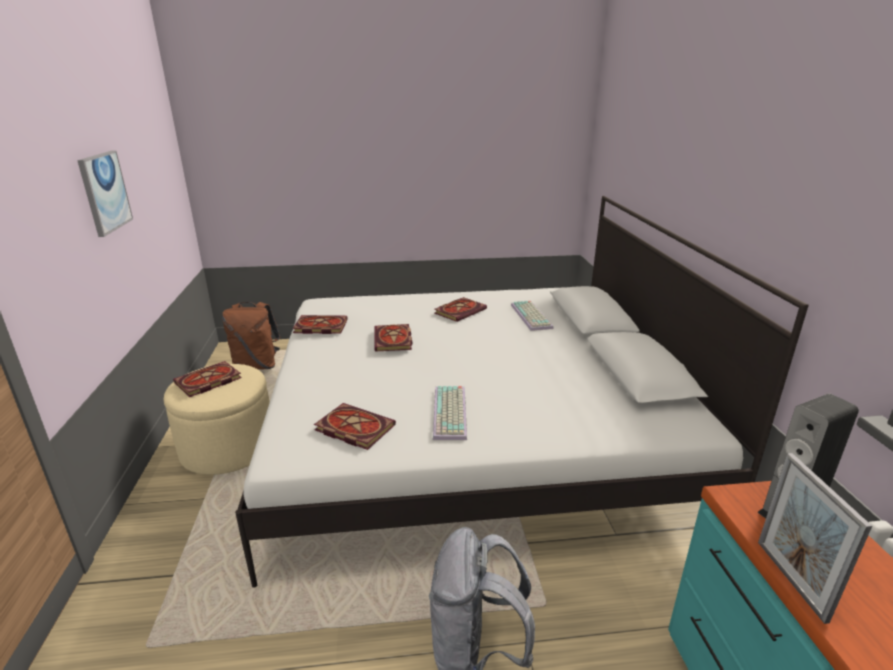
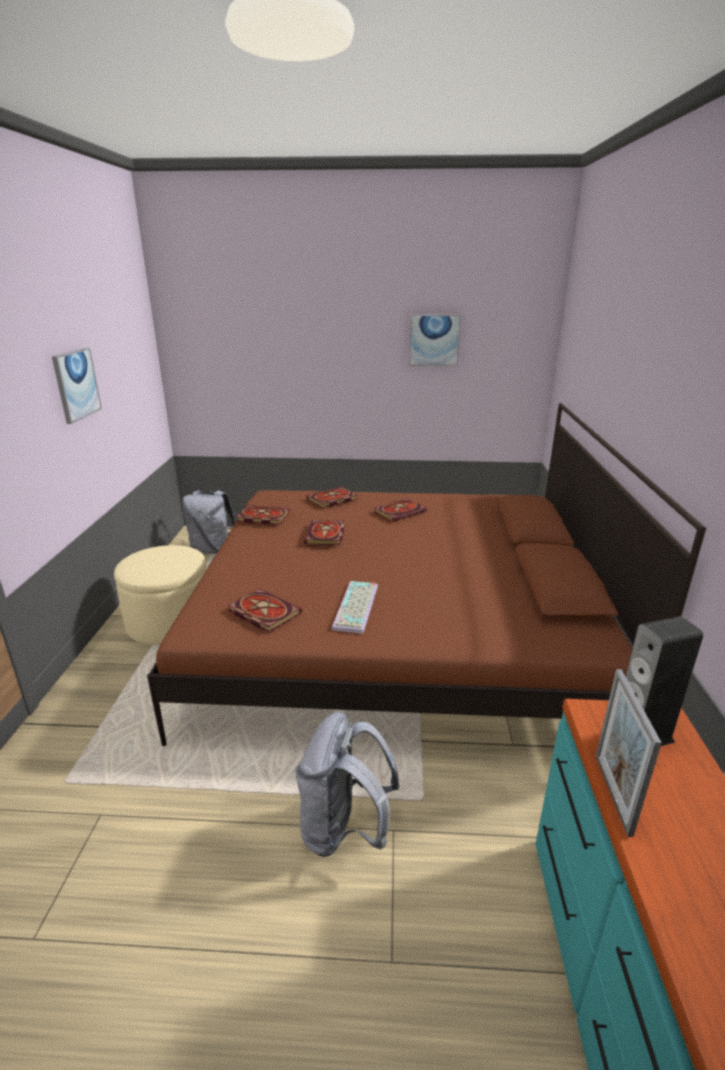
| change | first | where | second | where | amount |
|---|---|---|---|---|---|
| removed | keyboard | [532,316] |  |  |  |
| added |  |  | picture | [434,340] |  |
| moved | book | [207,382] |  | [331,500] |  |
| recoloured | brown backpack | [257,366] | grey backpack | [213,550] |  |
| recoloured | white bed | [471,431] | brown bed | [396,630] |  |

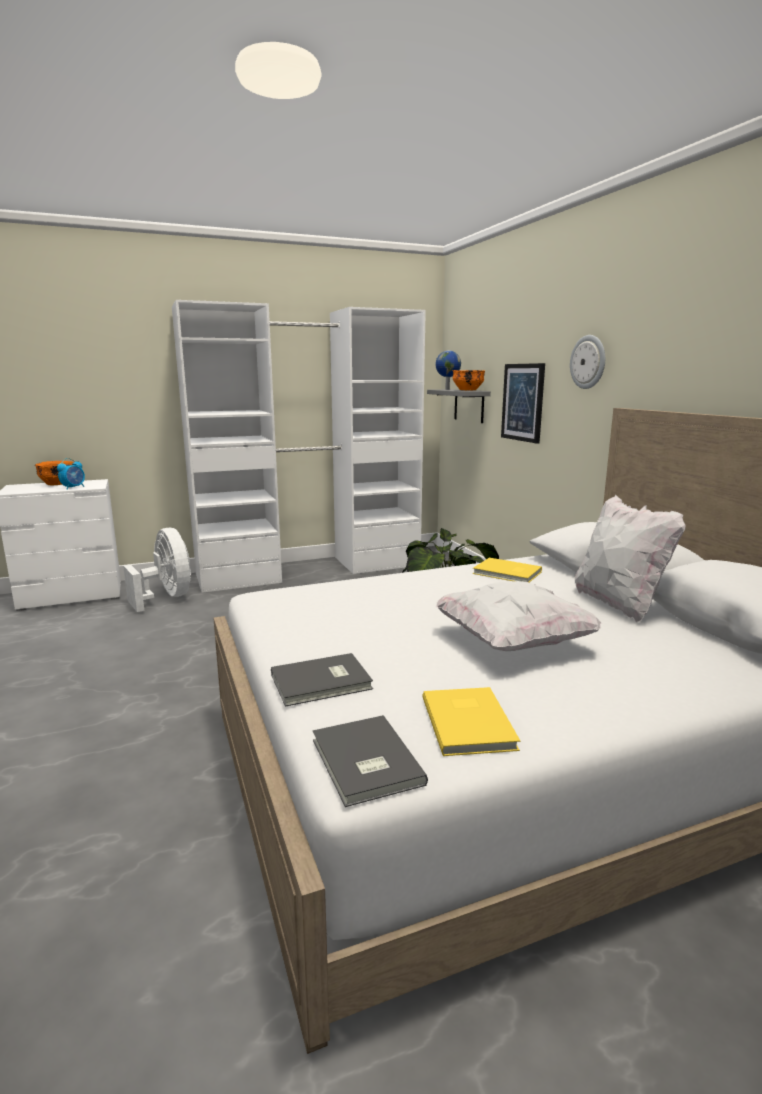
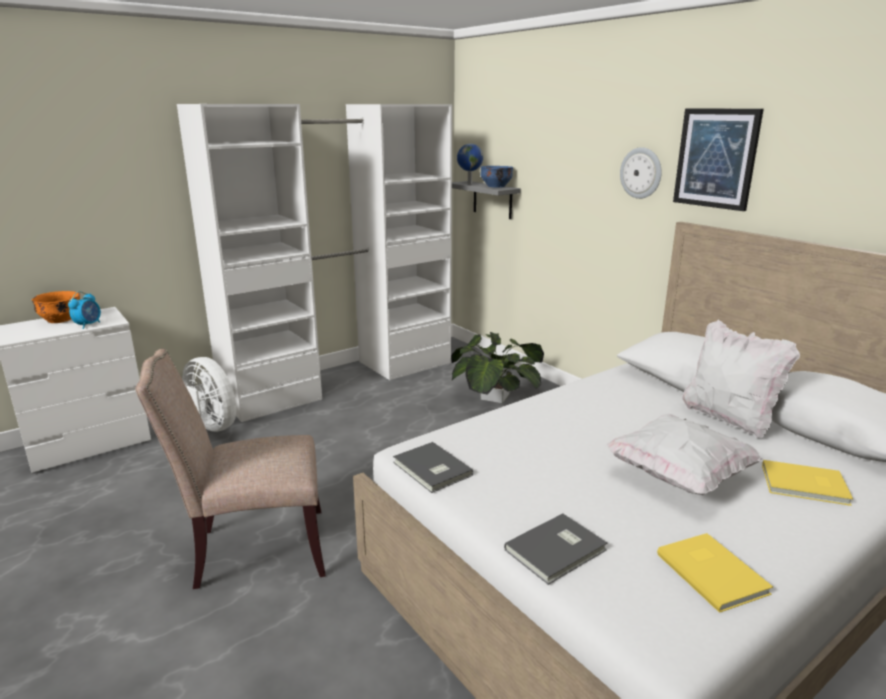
| change | first | where | second | where | amount |
|---|---|---|---|---|---|
| added |  |  | beige chair | [255,550] |  |
| moved | grey book | [364,763] |  | [431,470] |  |
| moved | yellow book | [507,573] |  | [806,486] |  |
| moved | picture | [523,402] |  | [716,158] |  |
| recoloured | orange bowl | [467,390] | blue bowl | [495,187] |  |

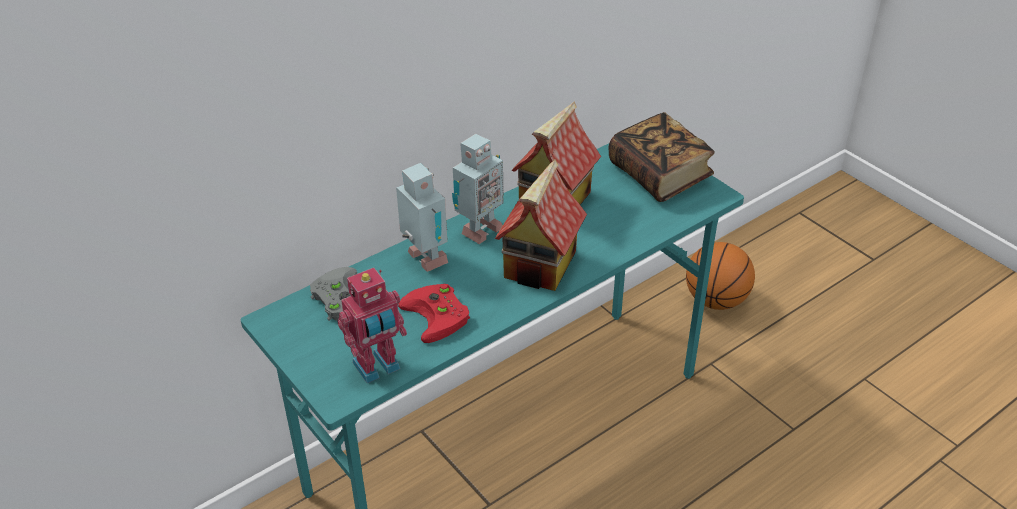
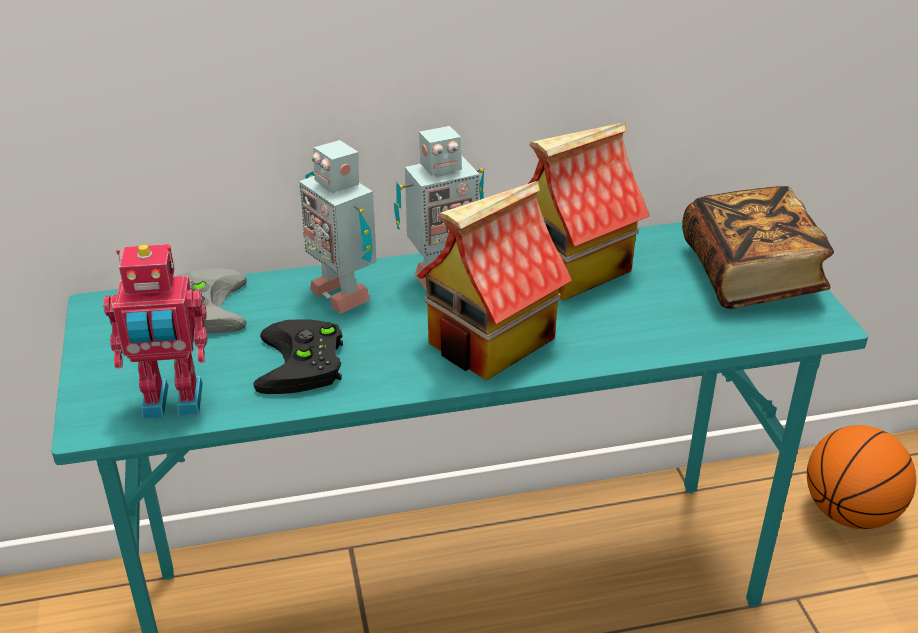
| change | first | where | second | where | amount |
|---|---|---|---|---|---|
| recoloured | red game controller | [439,316] | black game controller | [304,364] |  |
| turned | toy robot | [425,260] |  | [343,293] | 150 degrees clockwise |

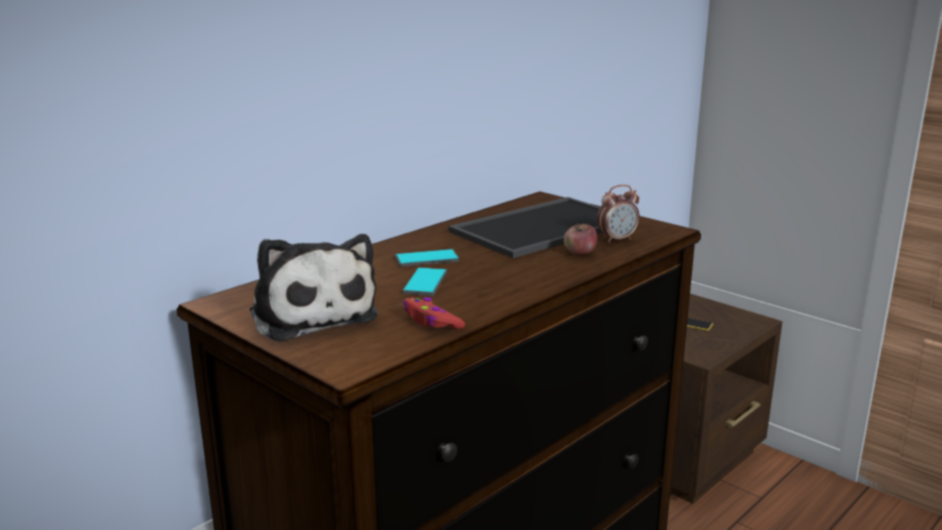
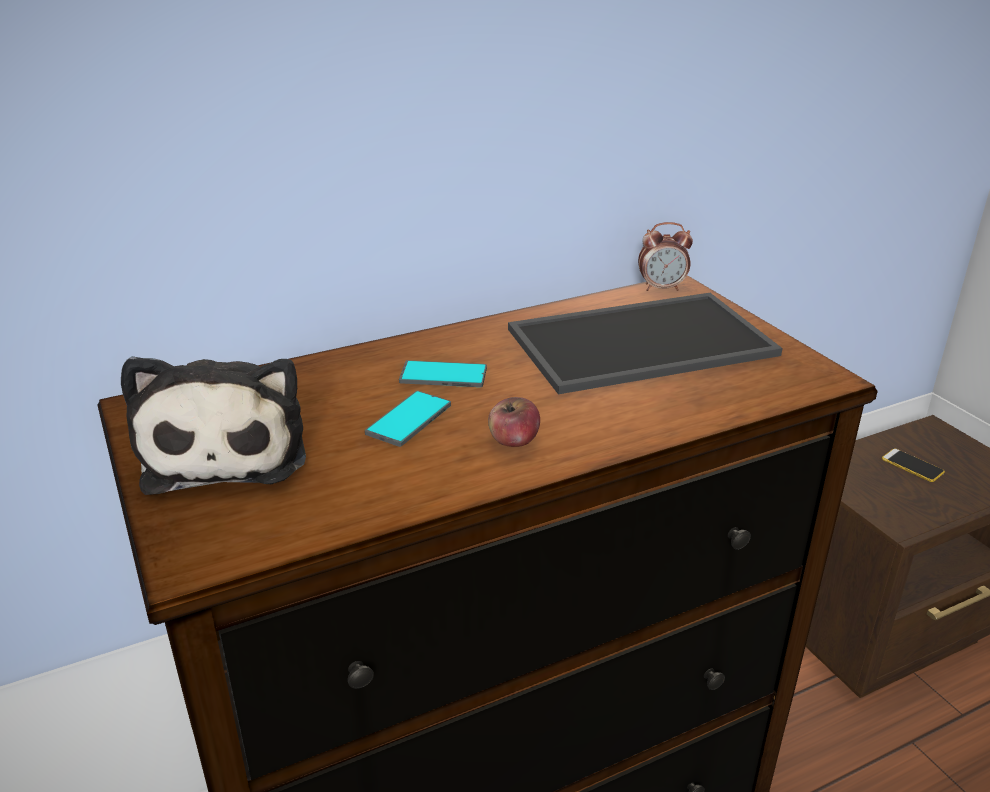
| change | first | where | second | where | amount |
|---|---|---|---|---|---|
| removed | red game controller | [431,322] |  |  |  |
| moved | apple | [579,253] |  | [513,441] |  |
| moved | alarm clock | [617,239] |  | [662,288] |  |

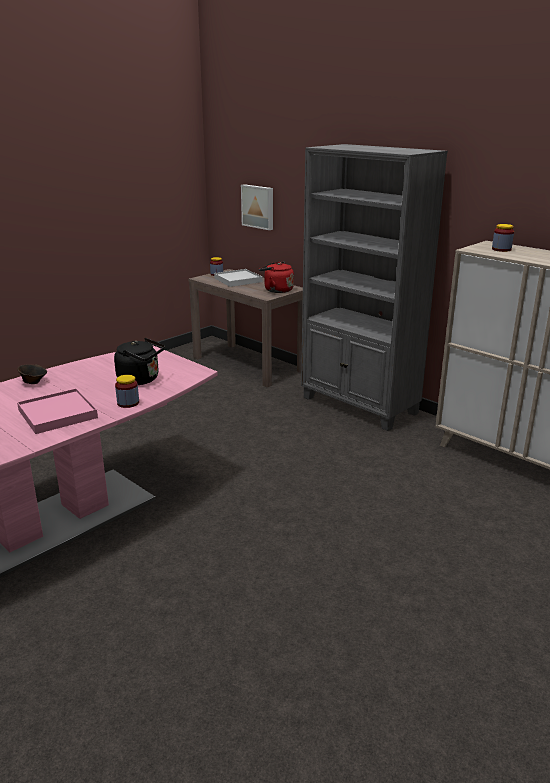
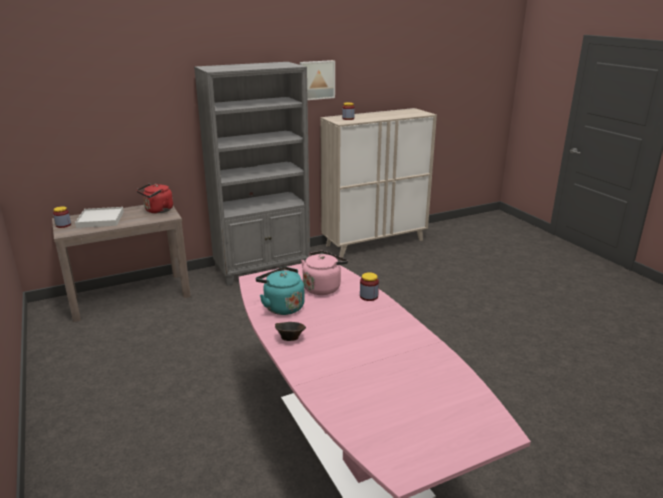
| change | first | where | second | where | amount |
|---|---|---|---|---|---|
| removed | pink tray | [57,414] |  |  |  |
| added |  |  | turquoise kettle | [282,306] |  |
| moved | picture | [258,206] |  | [316,80] |  |
| recoloured | black kettle | [141,380] | pink kettle | [323,287] |  |

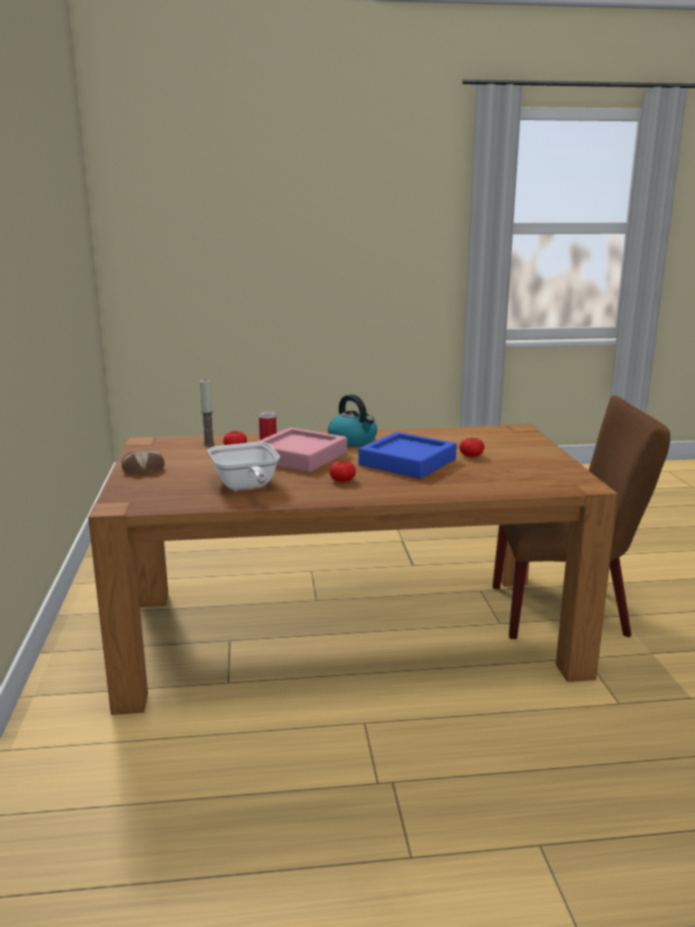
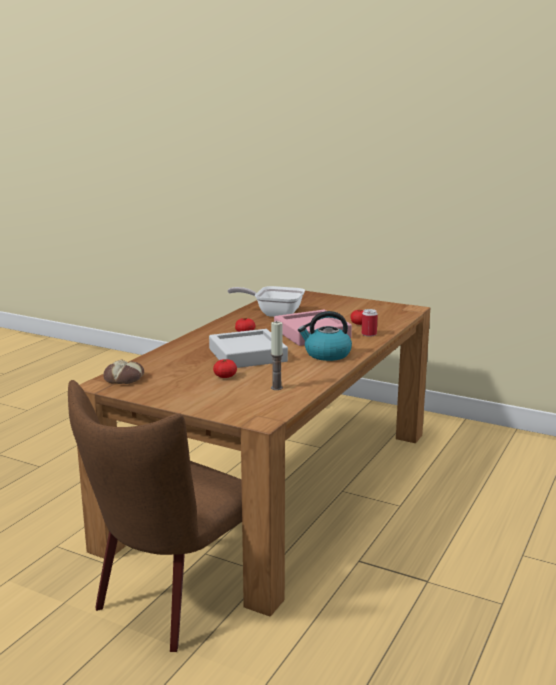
| change | first | where | second | where | amount |
|---|---|---|---|---|---|
| moved | bread | [143,468] |  | [125,378] |  |
| moved | candle | [209,444] |  | [276,388] |  |
| recoloured | blue tray | [407,462] | grey tray | [247,355] |  |

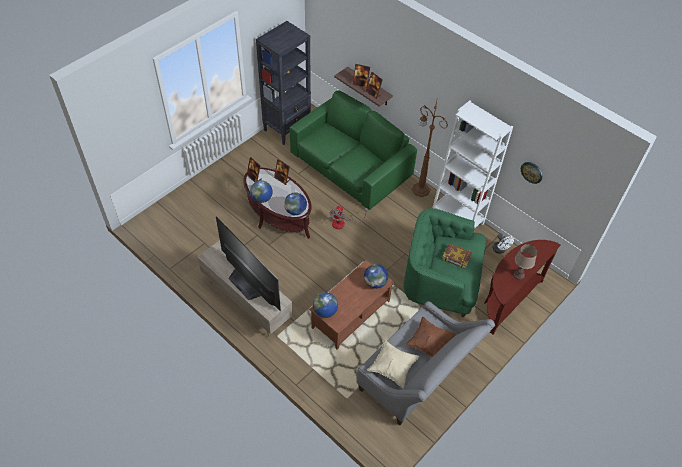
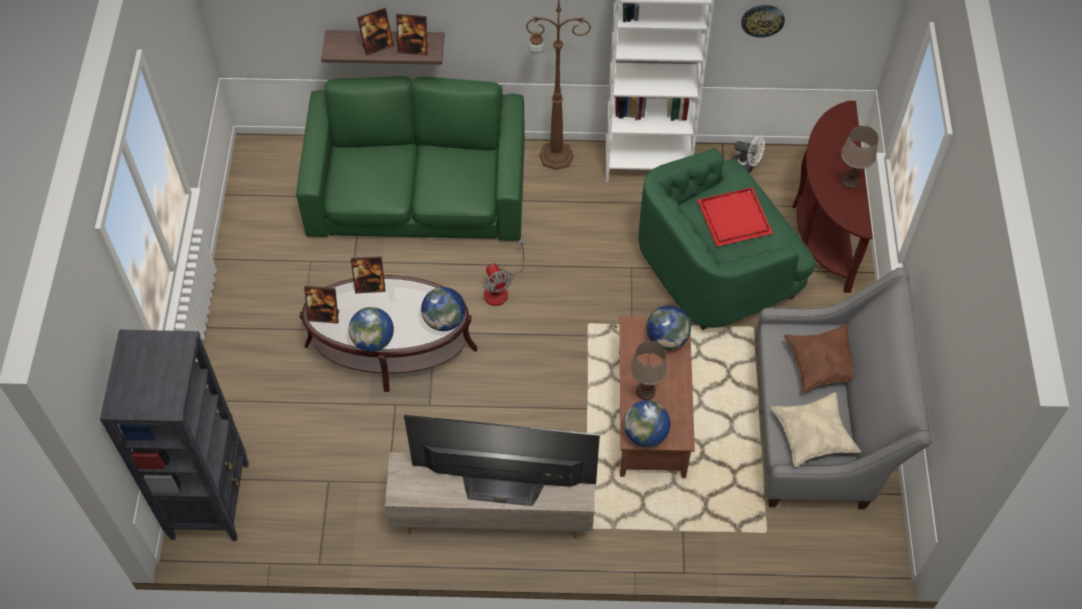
| change | first | where | second | where | amount |
|---|---|---|---|---|---|
| added |  |  | brown table lamp | [645,391] |  |
| moved | black bookcase | [287,128] |  | [210,500] |  |
| replaced | book | [457,256] | red tray | [735,217] |  |

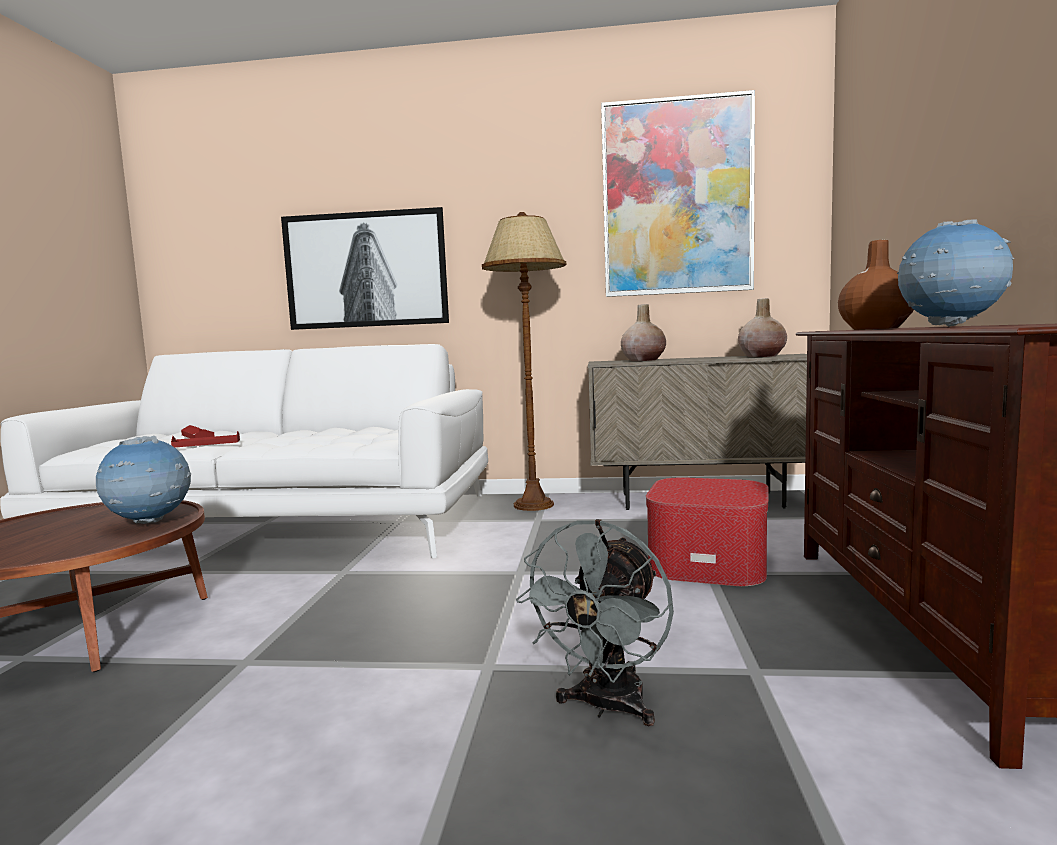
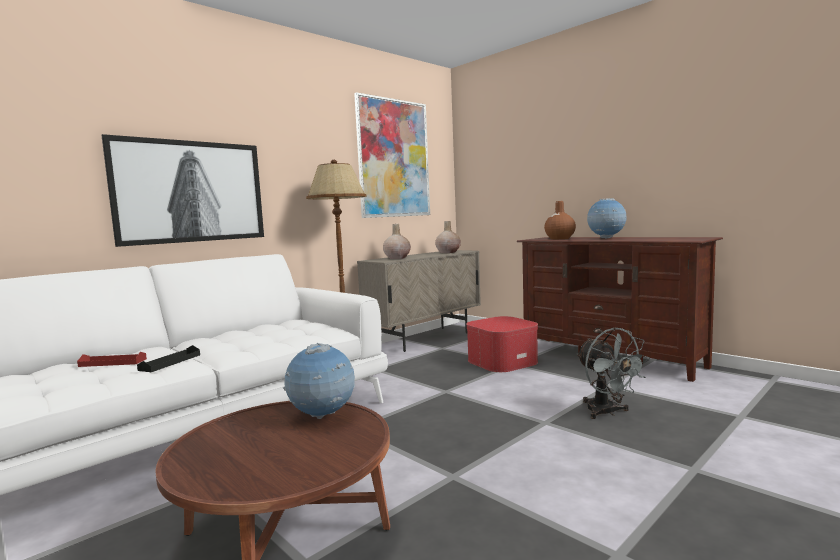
| change | first | where | second | where | amount |
|---|---|---|---|---|---|
| recoloured | red tray | [206,443] | black tray | [170,362] |  |

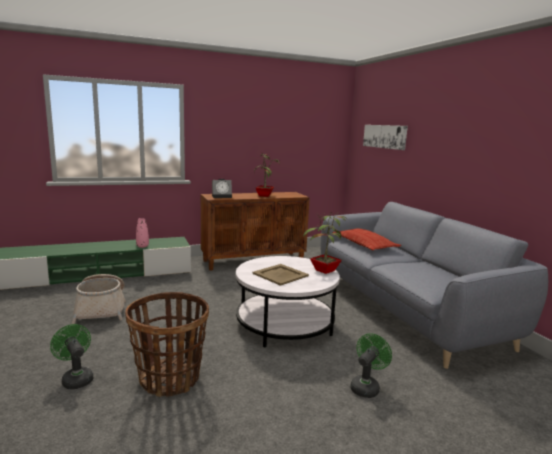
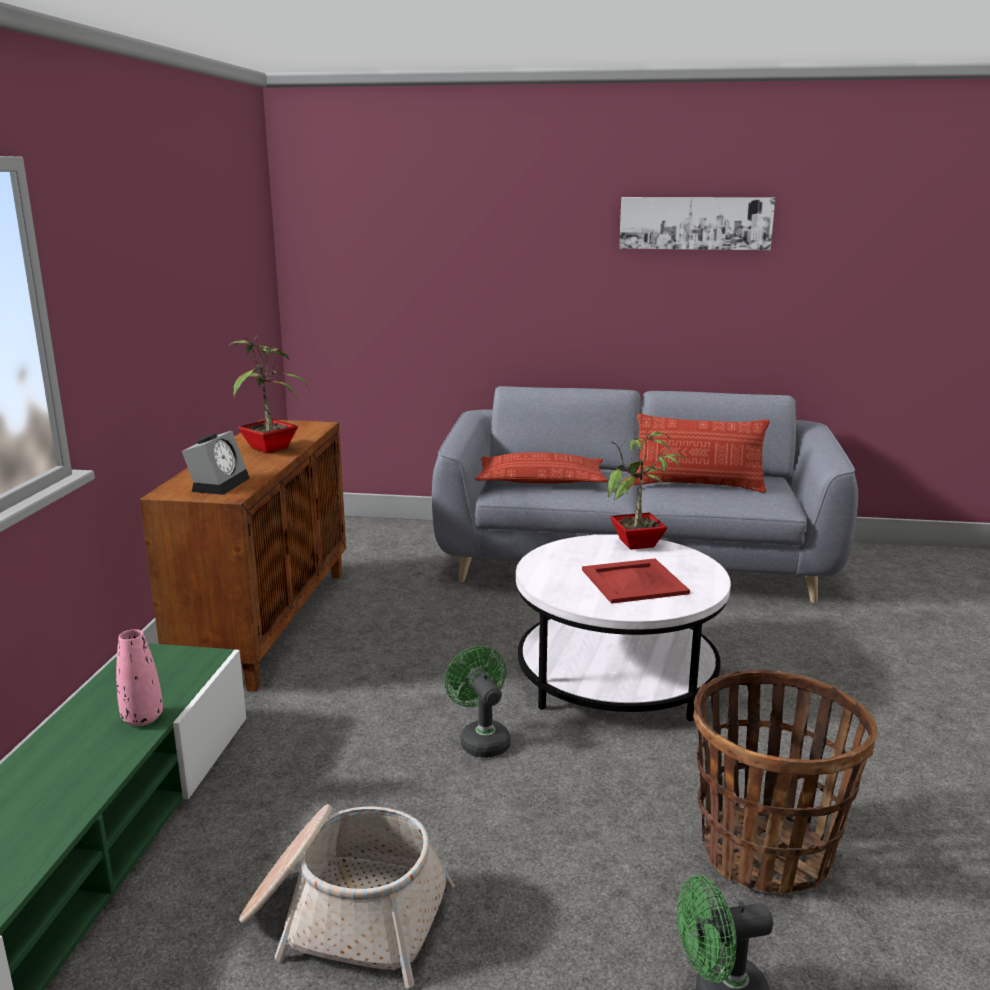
| change | first | where | second | where | amount |
|---|---|---|---|---|---|
| added |  |  | pillow | [698,485] |  |
| moved | green fan | [366,386] |  | [481,739] |  |
| moved | picture | [384,136] |  | [695,223] |  |
| recoloured | beige tray | [280,274] | red tray | [633,582] |  |

